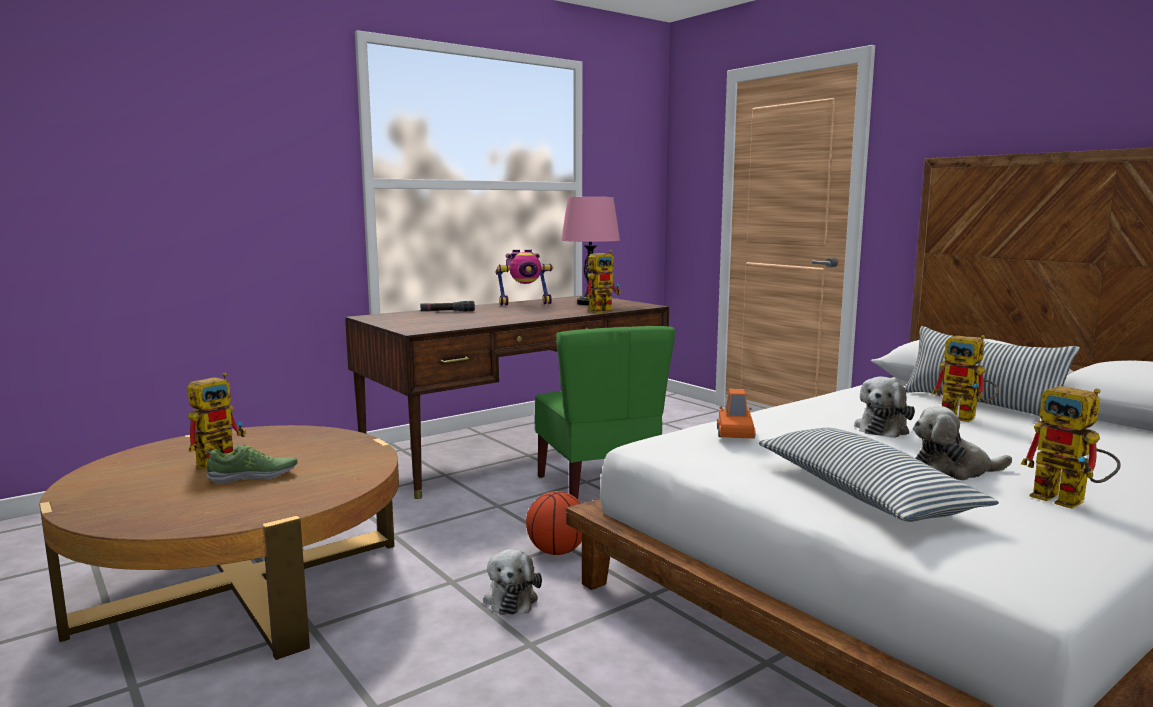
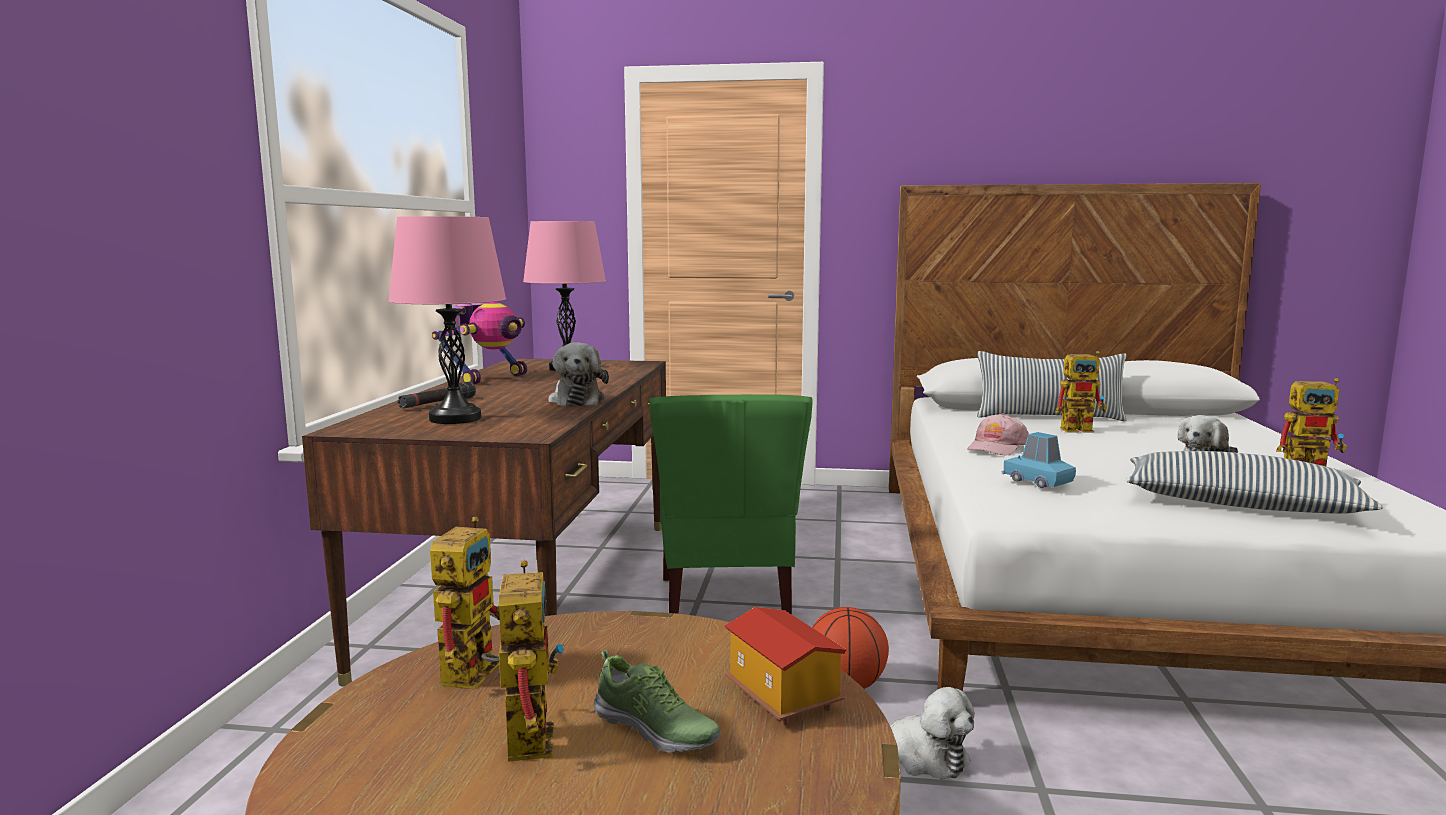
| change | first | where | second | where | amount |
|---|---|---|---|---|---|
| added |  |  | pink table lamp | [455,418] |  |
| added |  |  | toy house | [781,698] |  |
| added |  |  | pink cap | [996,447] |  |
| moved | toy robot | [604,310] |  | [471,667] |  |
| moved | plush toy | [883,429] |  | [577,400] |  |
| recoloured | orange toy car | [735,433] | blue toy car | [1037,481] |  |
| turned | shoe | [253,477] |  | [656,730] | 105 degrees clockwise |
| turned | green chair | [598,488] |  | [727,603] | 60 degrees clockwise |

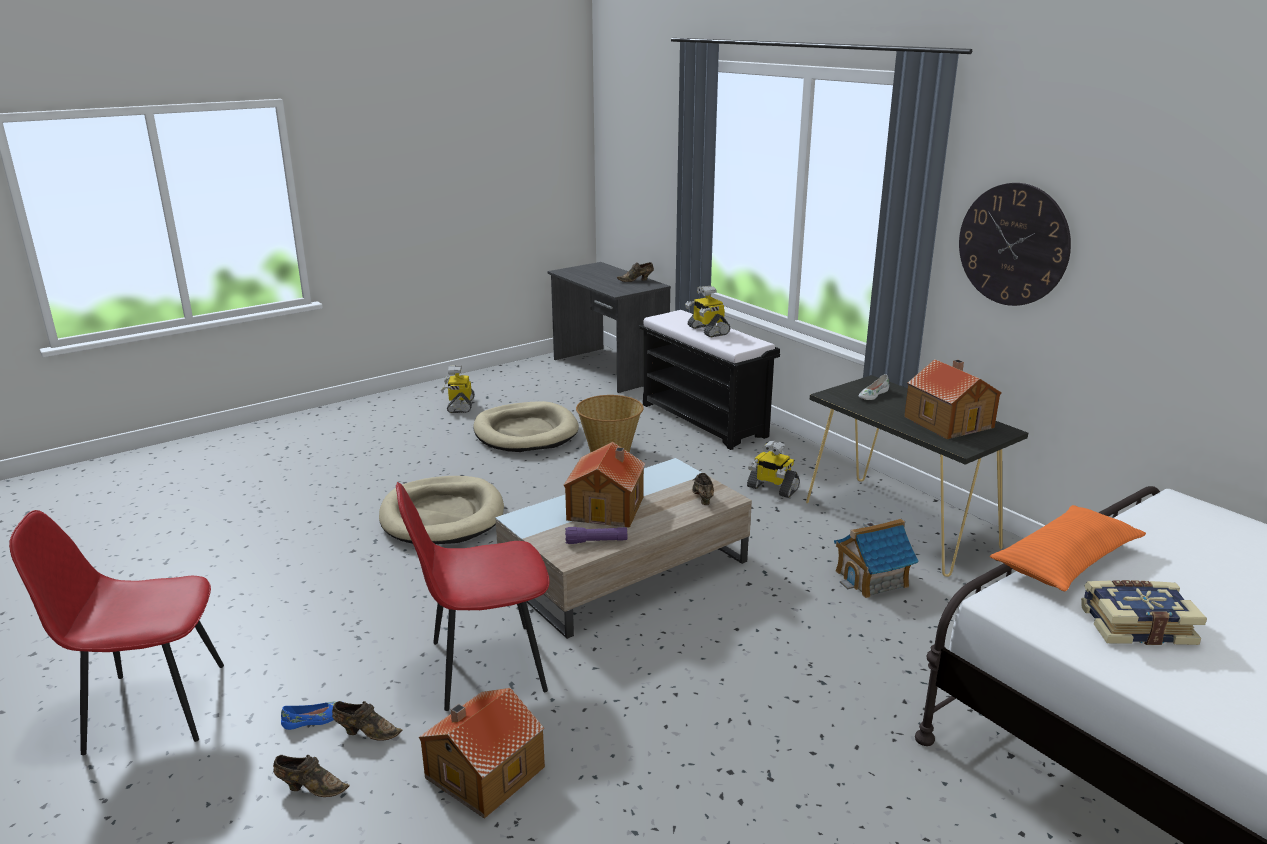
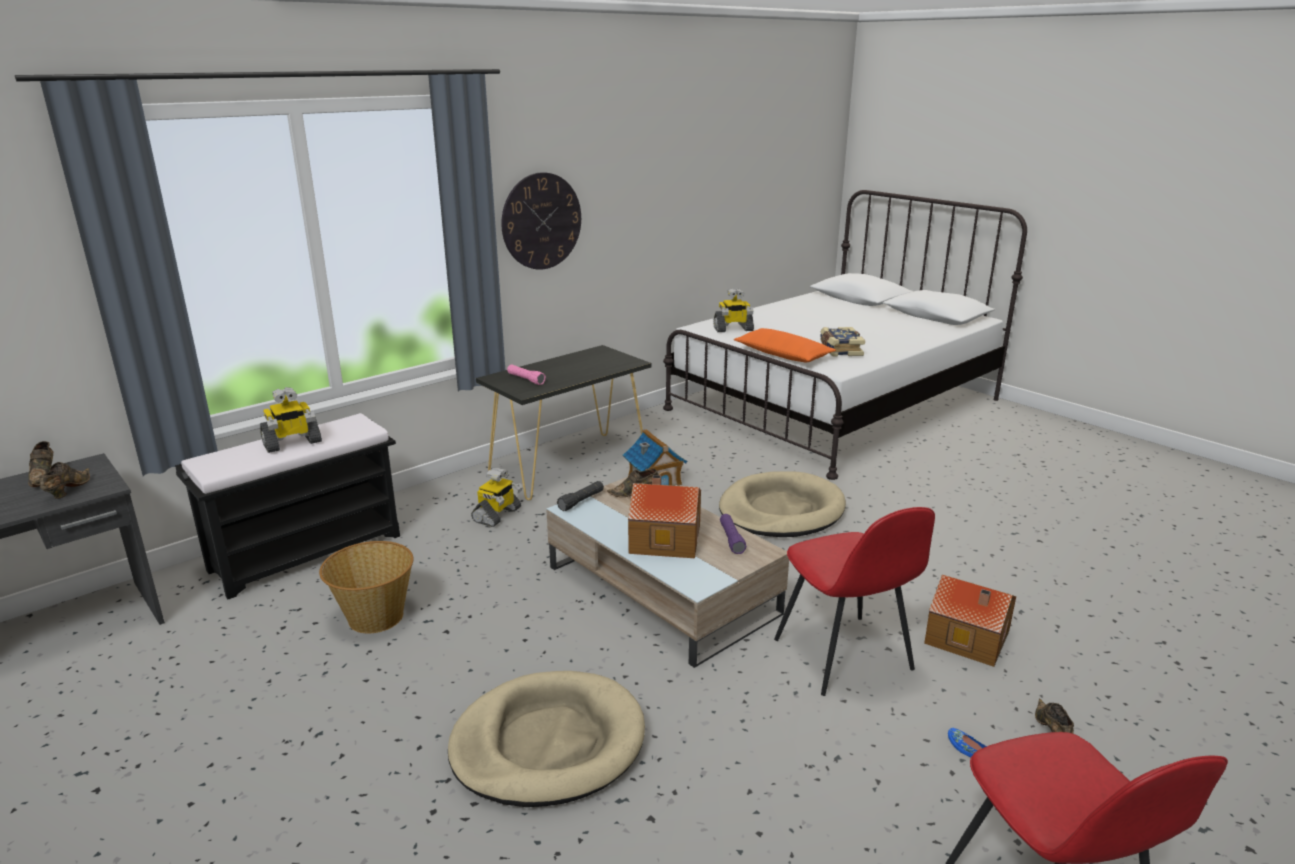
| change | first | where | second | where | amount |
|---|---|---|---|---|---|
| removed | toy house | [949,421] |  |  |  |
| added |  |  | black flashlight | [581,501] |  |
| moved | brown shoe | [366,732] |  | [67,490] |  |
| moved | toy robot | [460,405] |  | [733,329] |  |
| moved | beige dog bed | [525,432] |  | [781,510] |  |
| replaced | white shoe | [872,395] | pink flashlight | [526,379] |  |

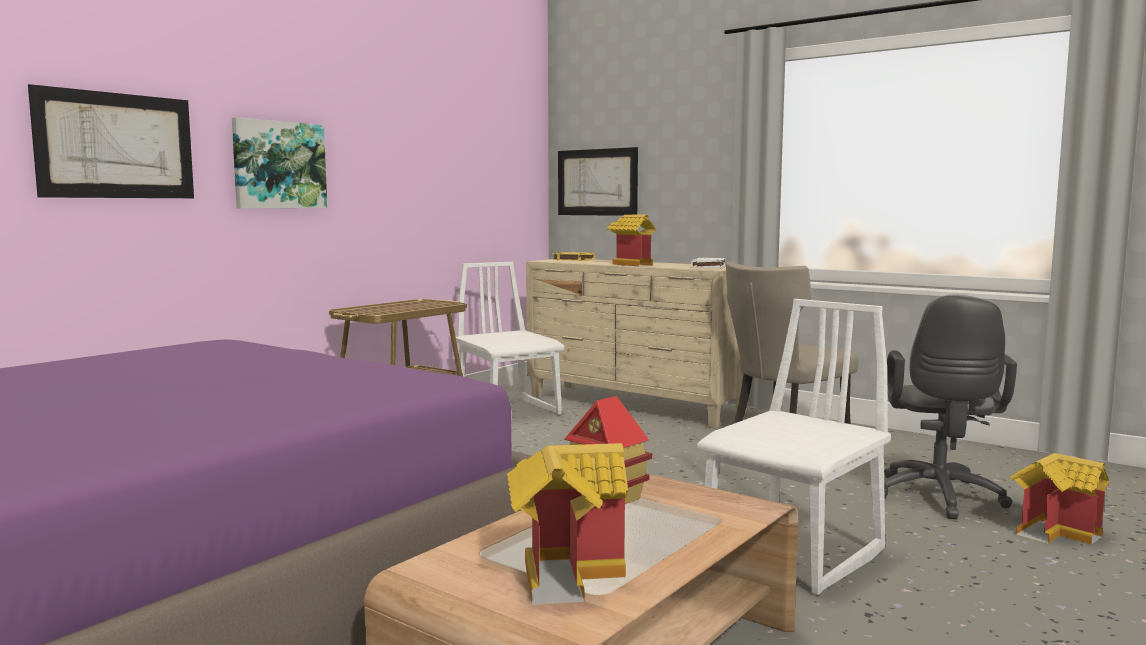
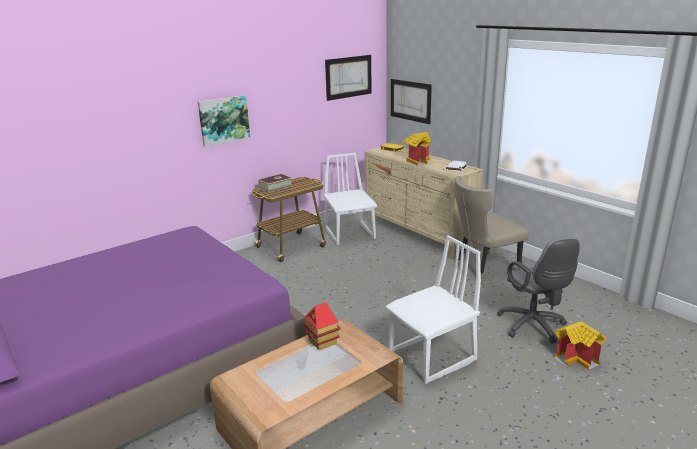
| change | first | where | second | where | amount |
|---|---|---|---|---|---|
| removed | toy house | [566,573] |  |  |  |
| added |  |  | book | [275,187] |  |
| moved | picture | [116,145] |  | [348,77] |  |
| turned | grey office chair | [939,498] |  | [533,327] | 45 degrees counterclockwise |

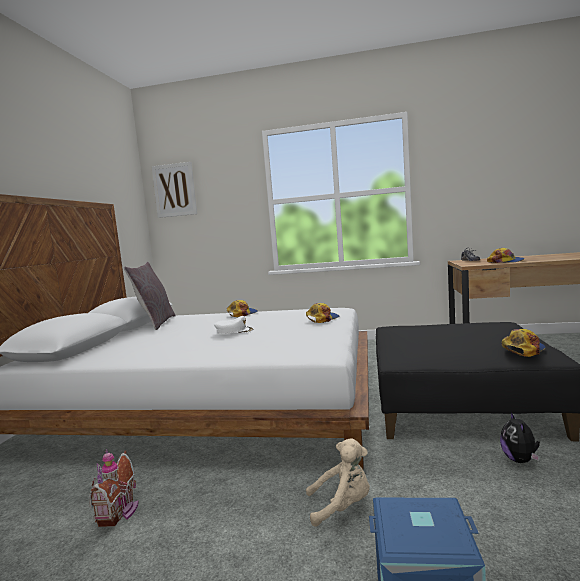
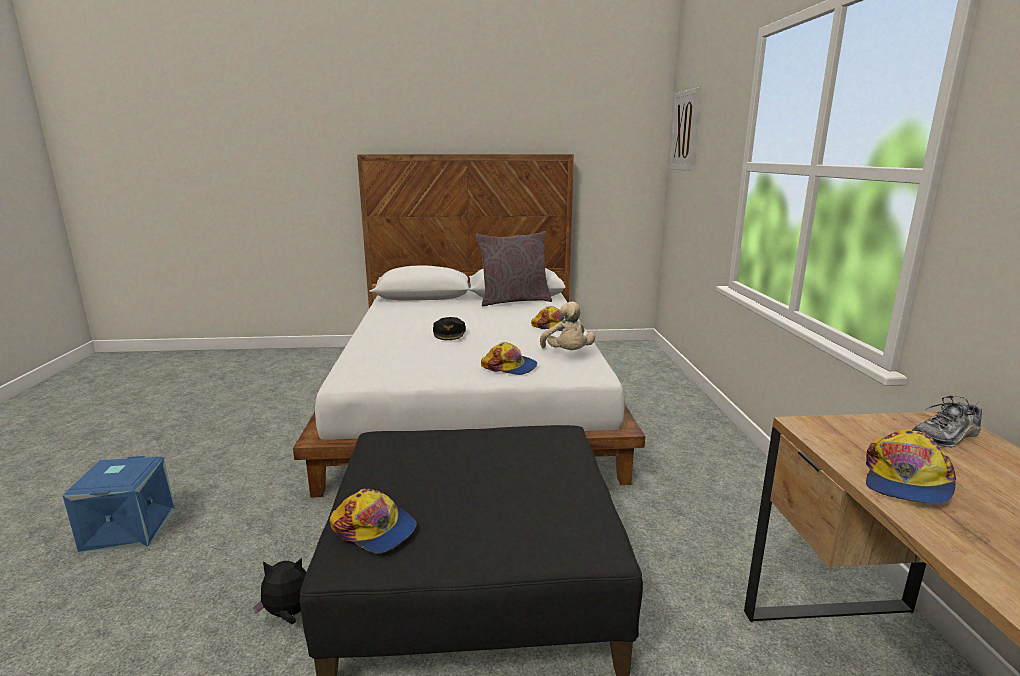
| change | first | where | second | where | amount |
|---|---|---|---|---|---|
| removed | toy house | [120,512] |  |  |  |
| moved | beige plush toy | [342,507] |  | [567,353] |  |
| recoloured | white cap | [234,331] | black cap | [449,333] |  |

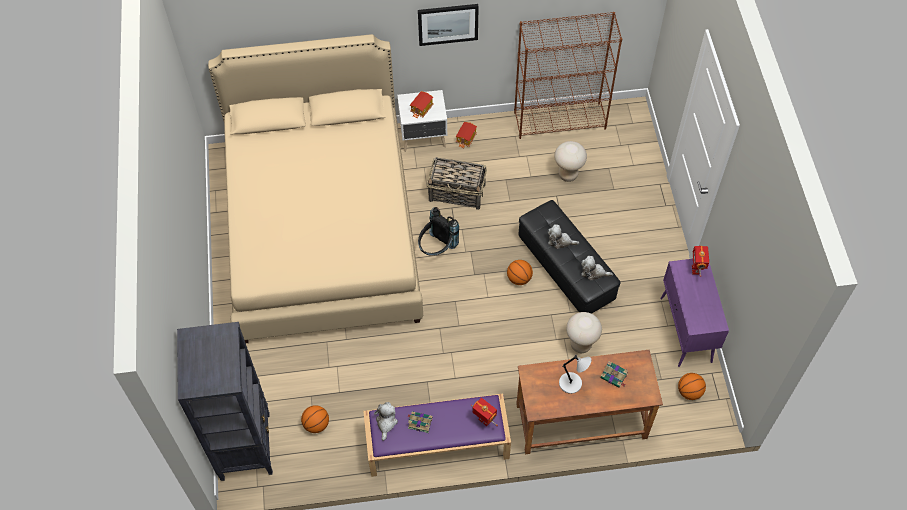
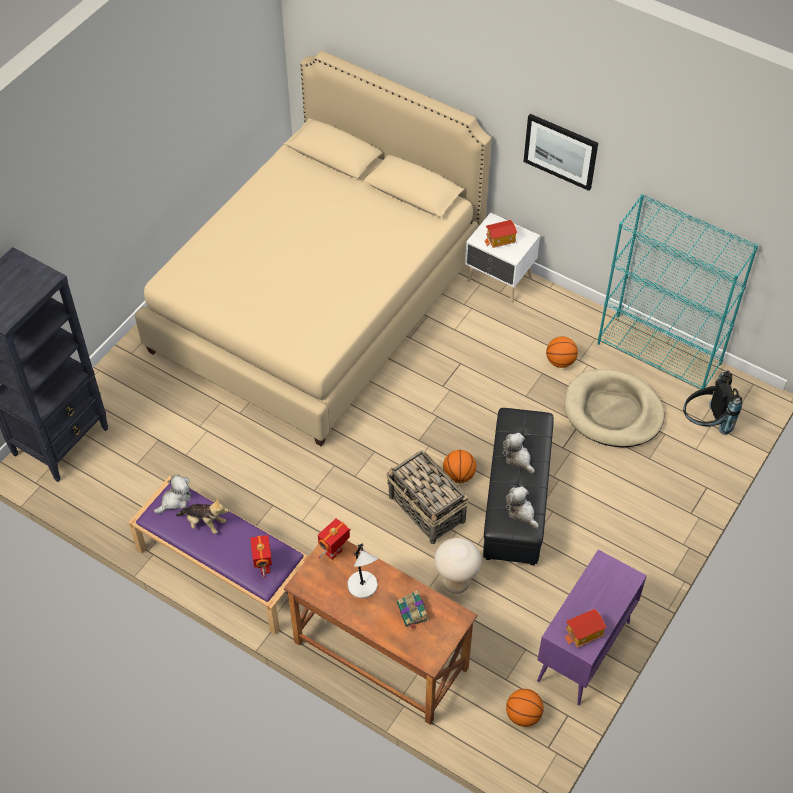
| change | first | where | second | where | amount |
|---|---|---|---|---|---|
| moved | basketball | [316,424] |  | [560,361] |  |
| moved | black backpack | [437,248] |  | [705,423] |  |
| moved | basket | [457,193] |  | [427,509] |  |
| moved | toy house | [466,139] |  | [584,634] |  |
| moved | toy robot | [696,269] |  | [334,553] |  |
| replaced | book | [419,422] | plush toy | [204,523] |  |
| replaced | beige stool | [568,175] | beige dog bed | [612,411] |  |
| recoloured | brown bookcase | [560,120] | turquoise bookcase | [659,354] |  |

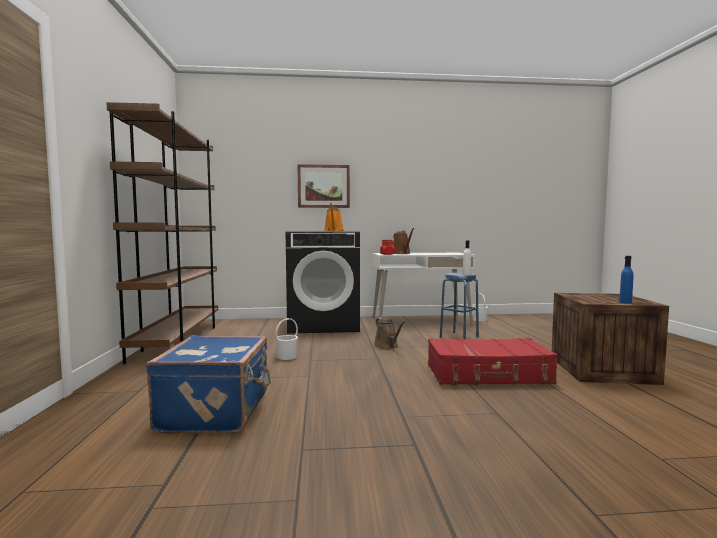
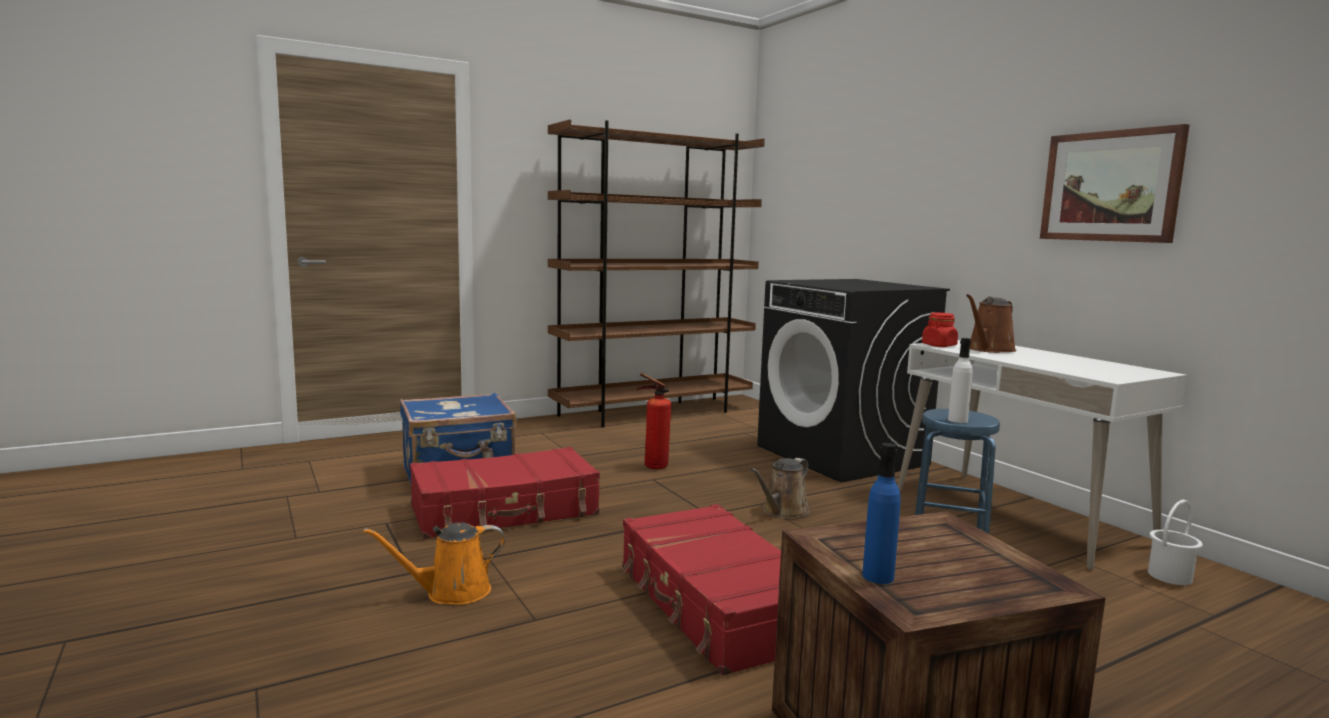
| change | first | where | second | where | amount |
|---|---|---|---|---|---|
| added |  |  | red suitcase | [505,511] |  |
| moved | picture | [323,186] |  | [1110,186] |  |
| moved | orange watering can | [333,231] |  | [451,592] |  |
| replaced | white bucket | [287,357] | fire extinguisher | [652,466] |  |

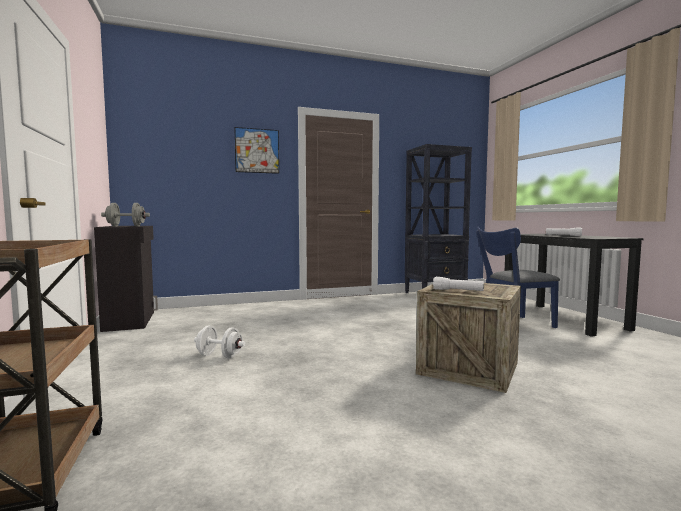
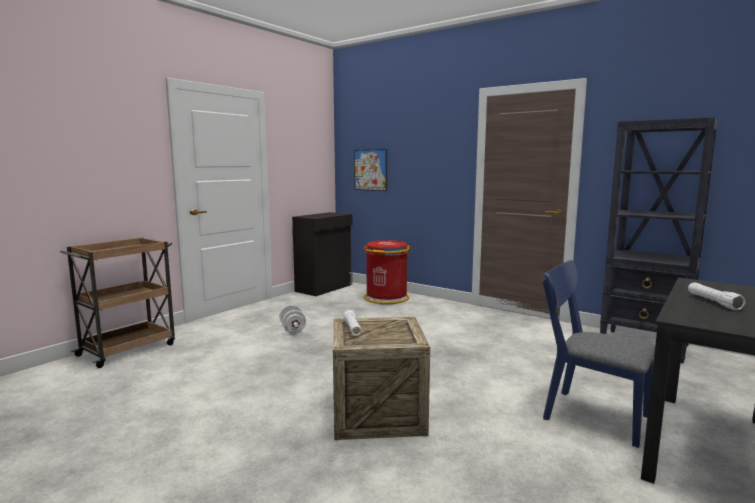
| change | first | where | second | where | amount |
|---|---|---|---|---|---|
| removed | grey dumbbell | [126,226] |  |  |  |
| added |  |  | red trash can | [386,298] |  |
| moved | picture | [257,150] |  | [370,170] |  |

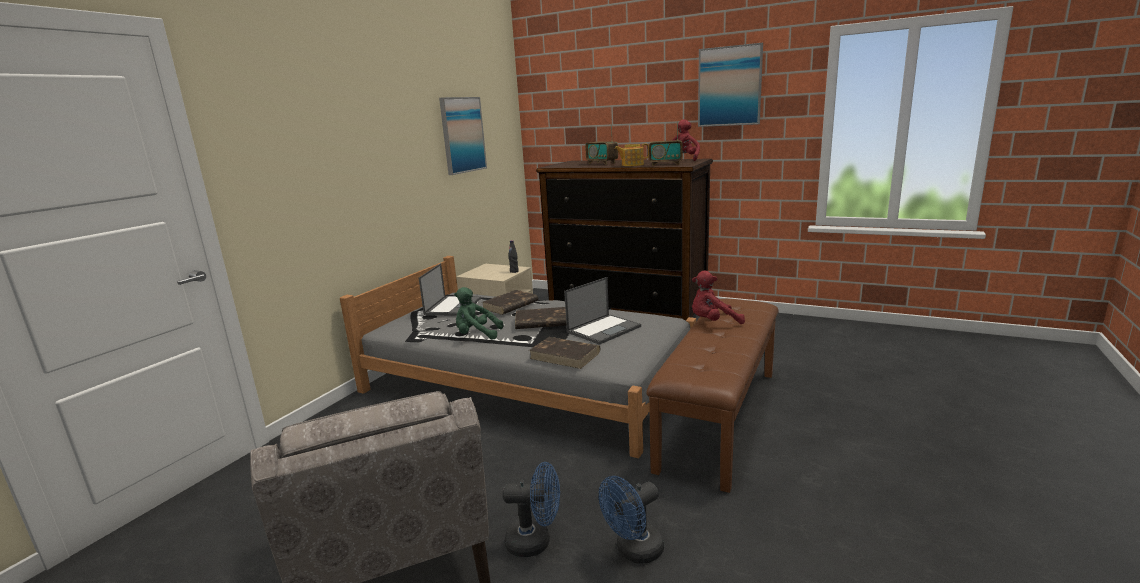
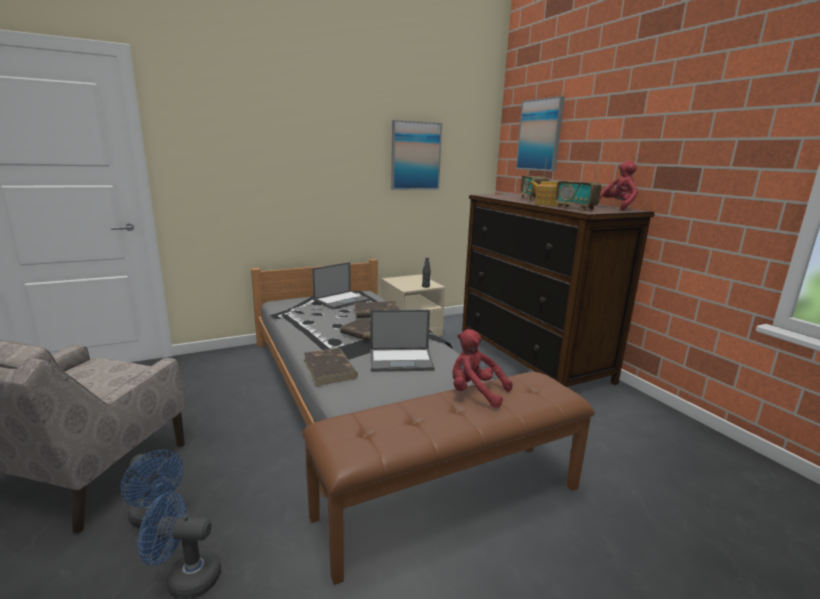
| change | first | where | second | where | amount |
|---|---|---|---|---|---|
| removed | green plush toy | [476,335] |  |  |  |
| moved | picture | [729,86] |  | [540,135] |  |

